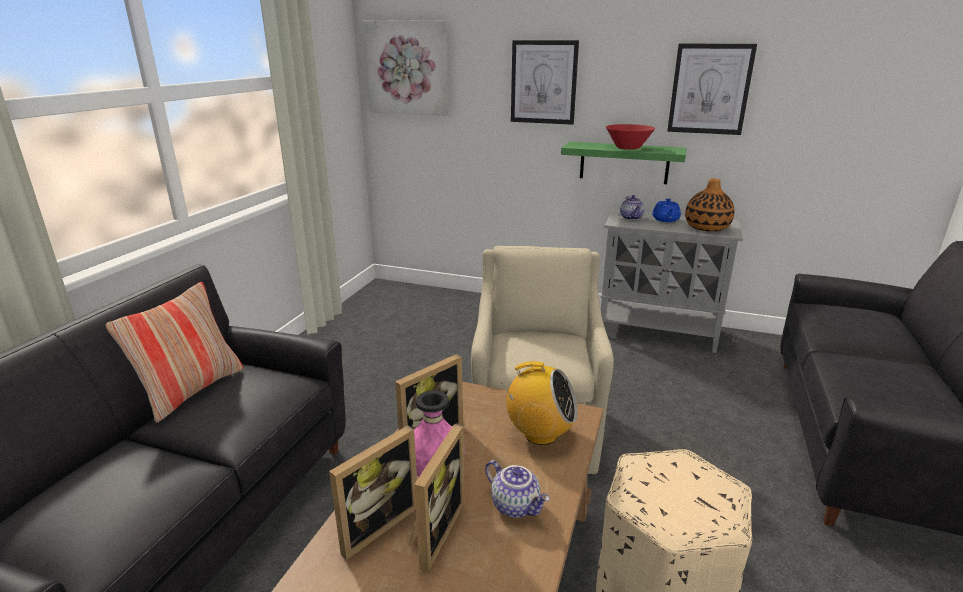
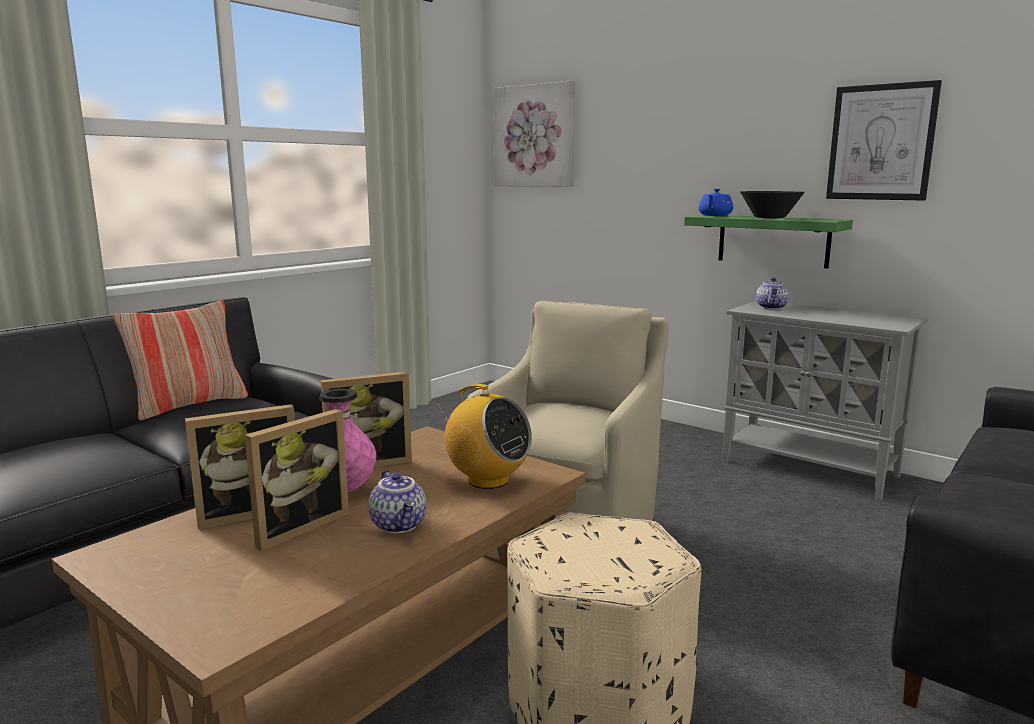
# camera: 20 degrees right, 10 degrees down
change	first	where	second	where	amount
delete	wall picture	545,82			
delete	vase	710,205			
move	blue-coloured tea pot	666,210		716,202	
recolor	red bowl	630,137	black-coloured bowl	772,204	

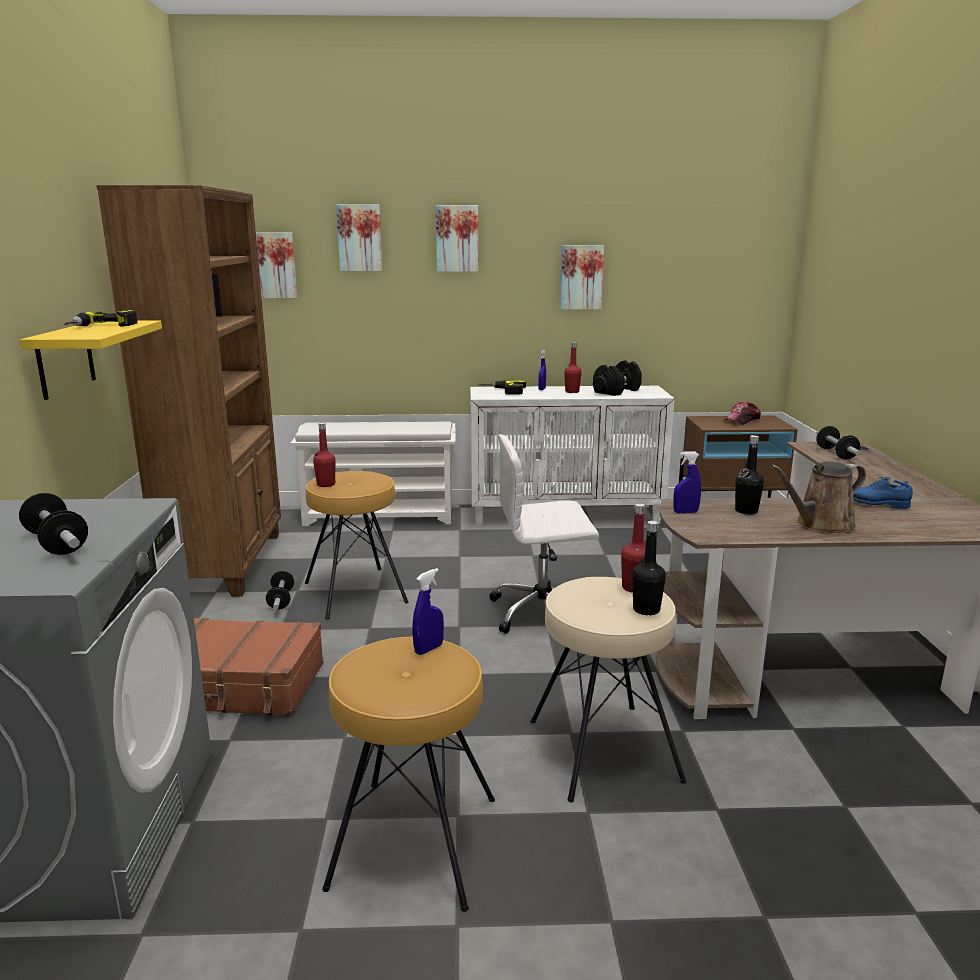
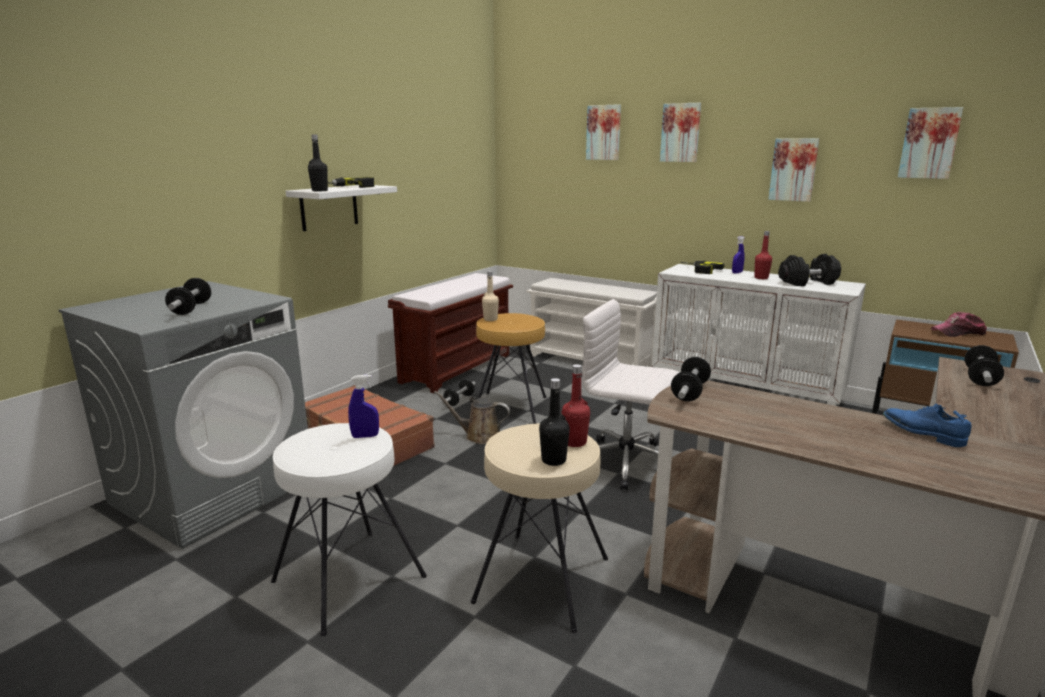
# camera: 35 degrees right, 0 degrees up
change	first	where	second	where	amount
move	wall picture	276,265		930,143	
move	black-coloured drink bottle	749,475		318,162	
move	brownish watering can	818,497		472,417	
replace	brownish bookshelf	188,391	brownish long seat	450,333	
replace	blue-coloured spray bottle	687,482	hand weight	691,379	
recolor	yellowish shelf	91,360	whitish shelf	341,208	
recolor	red drink bottle	324,455	sand-coloured drink bottle	490,296	
recolor	brownish stool seat	408,774	whitish stool seat	349,529	

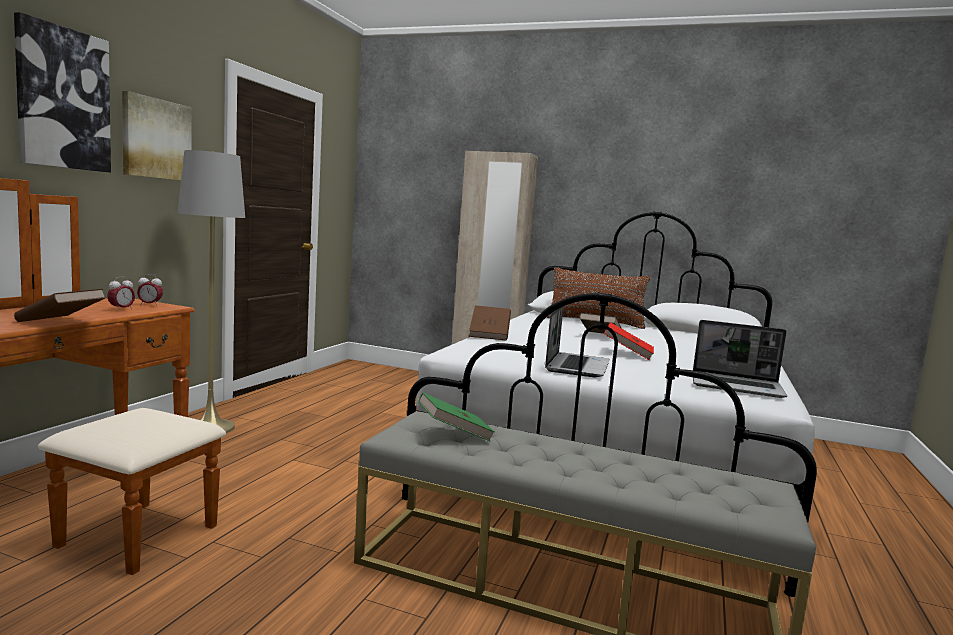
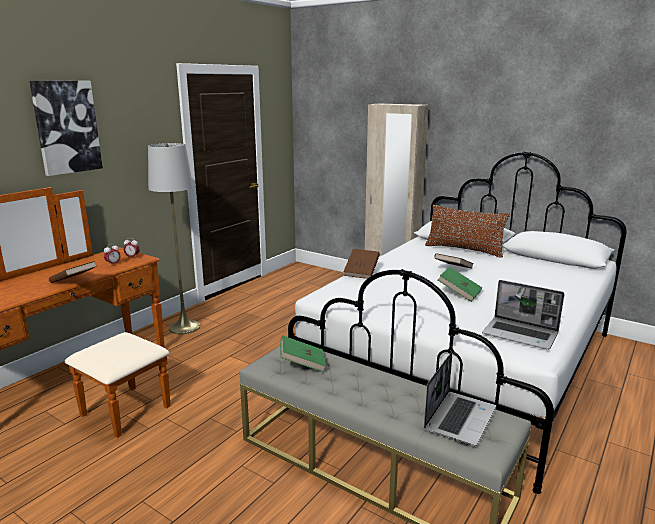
# camera: 15 degrees right, 10 degrees up
change	first	where	second	where	amount
delete	wall picture	157,136			
move	laptop	577,342		460,399	
recolor	red volume	629,341	green-coloured volume	460,284	

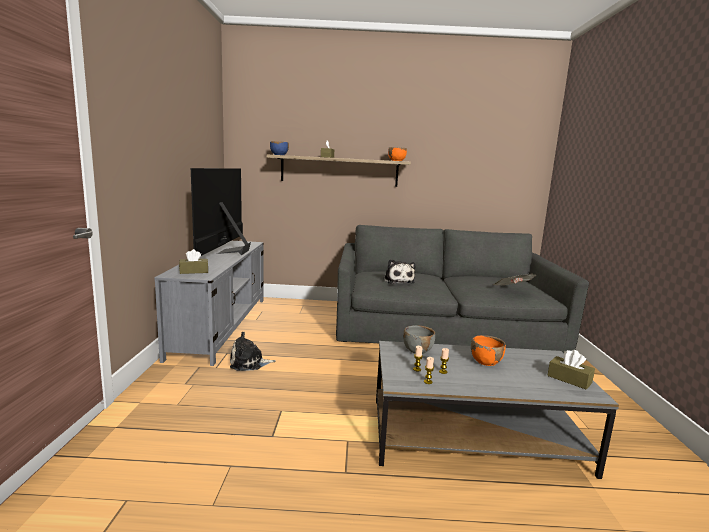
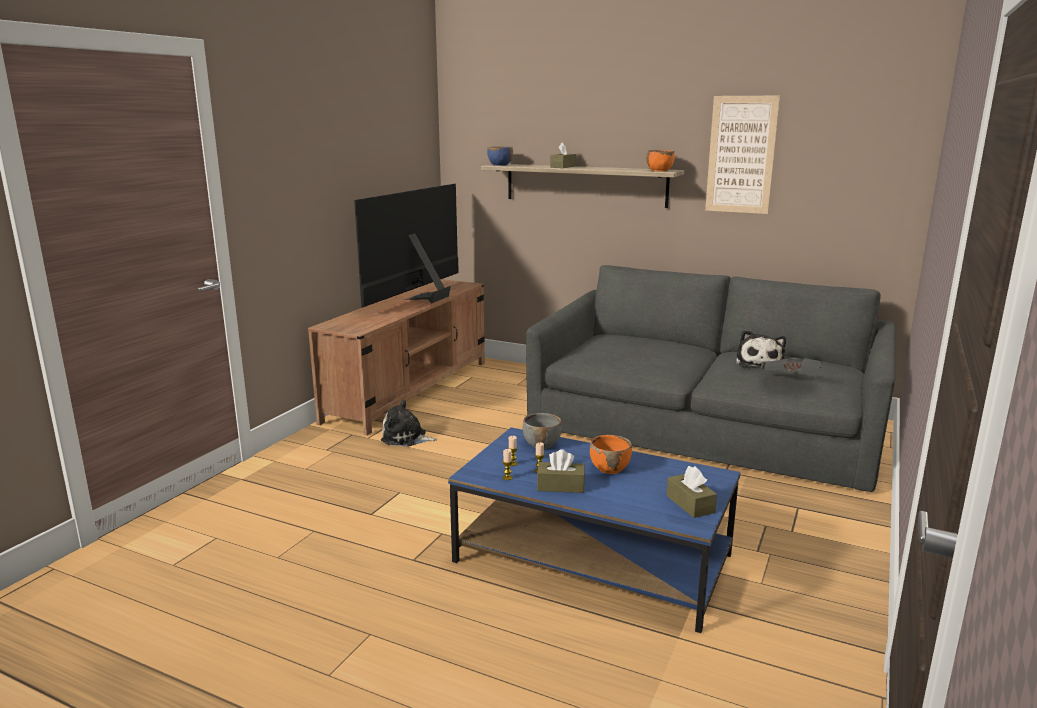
# camera: 25 degrees right, 5 degrees up
change	first	where	second	where	amount
insert			wall picture	742,155	
move	brownish tissue box	193,261		561,471	
move	plush toy	399,271		761,348	
recolor	greyish tv unit	209,303	brownish tv unit	396,357	
recolor	greyish lounge table	497,410	blue-coloured lounge table	594,530	

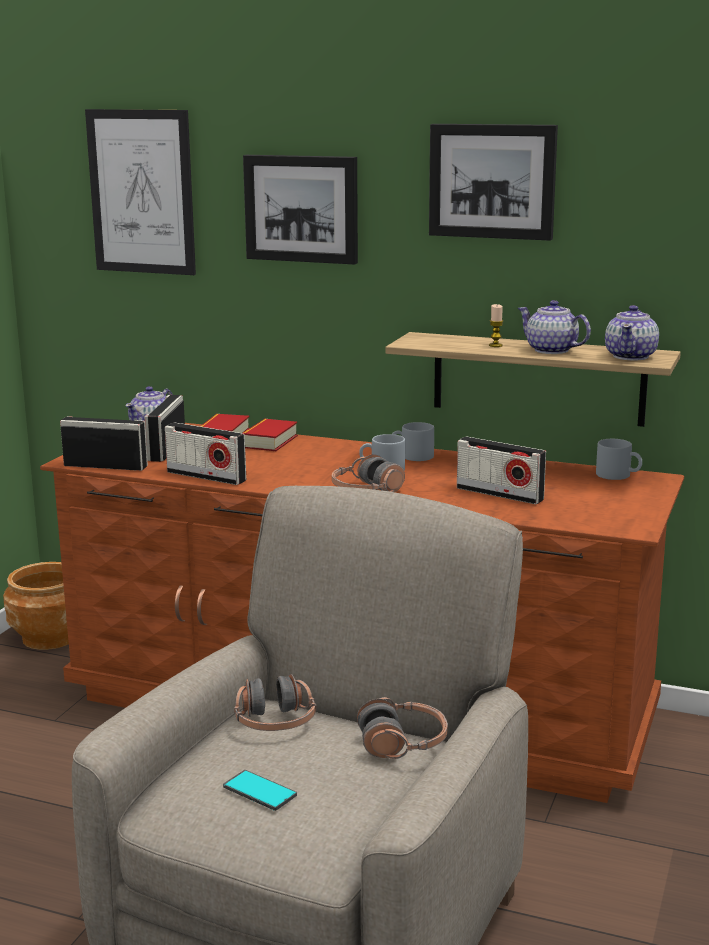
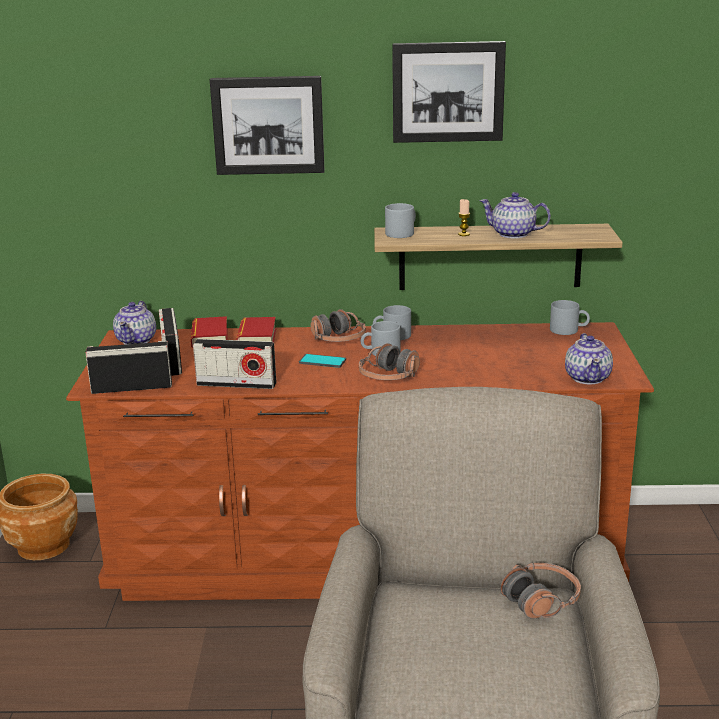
# camera: 20 degrees left, 5 degrees up
change	first	where	second	where	amount
delete	wall picture	140,192			
delete	radio set	501,470			
insert			greyish tea mug	400,220	
move	telephone	260,790		322,361	
move	headphones	275,702		338,325	
move	tea pot	632,332		589,359	

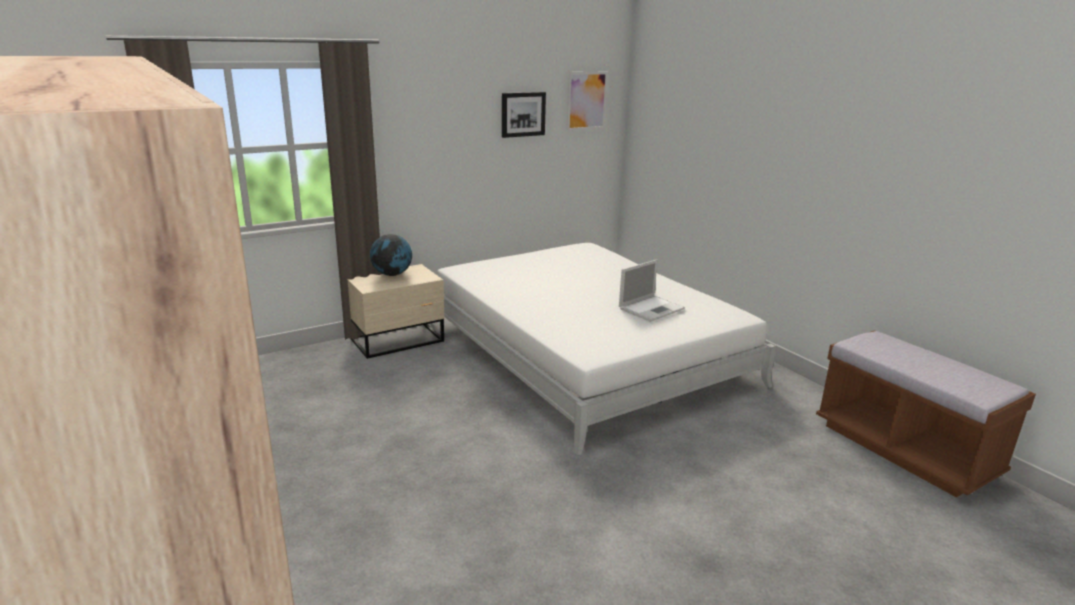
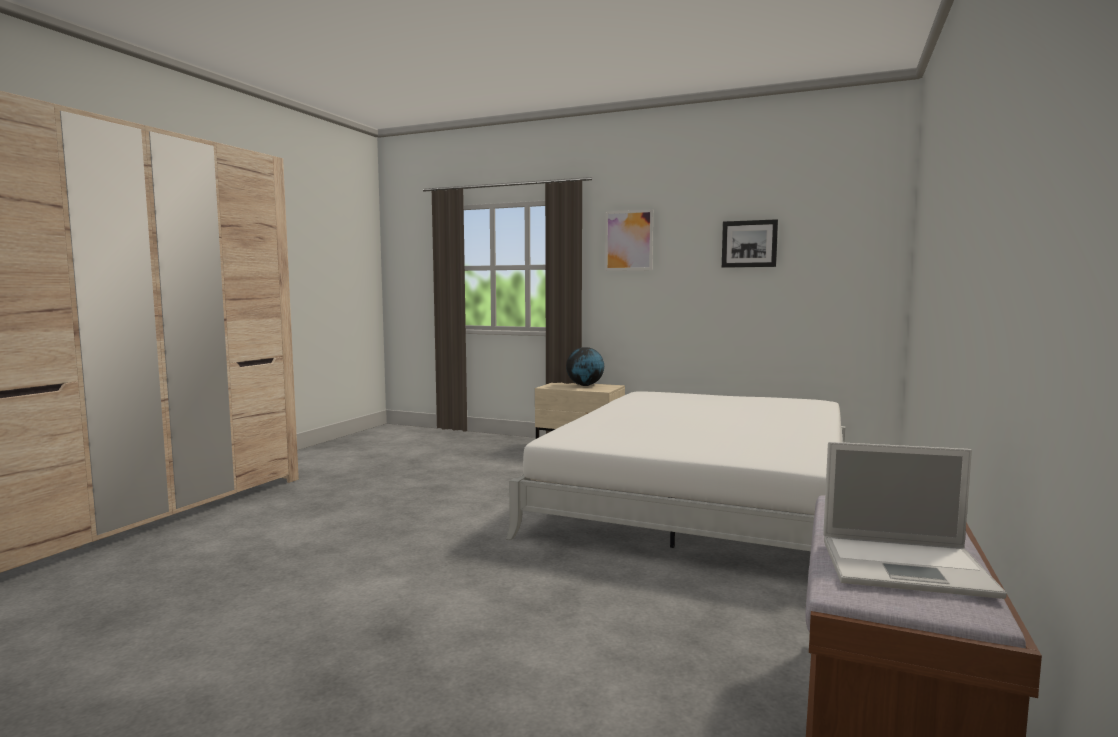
# camera: 55 degrees right, 15 degrees down
change	first	where	second	where	amount
move	wall picture	587,101		629,240	
move	laptop	652,290		915,520	

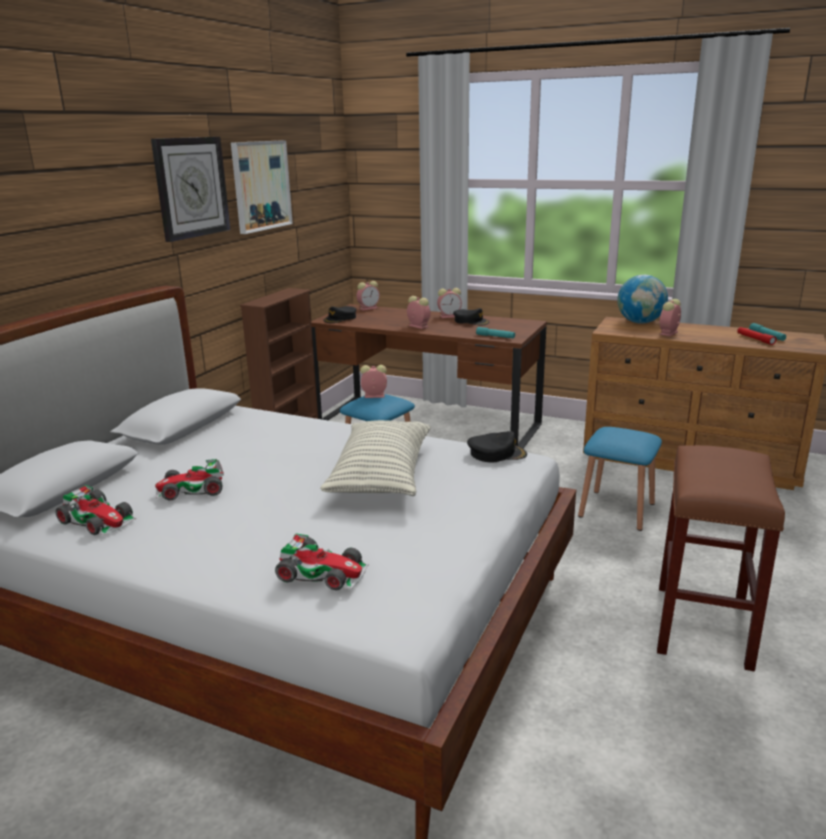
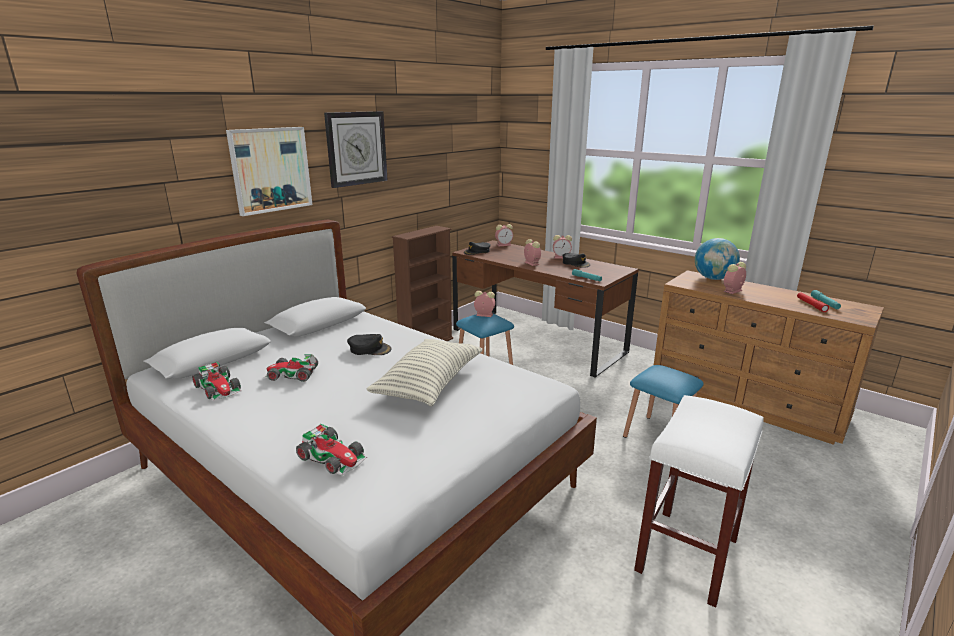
# camera: 15 degrees right, 0 degrees up
change	first	where	second	where	amount
move	wall picture	262,187		269,171	
move	black-coloured baseball cap	497,447		369,344	
recolor	brownish stool seat	721,558	whitish stool seat	699,501	

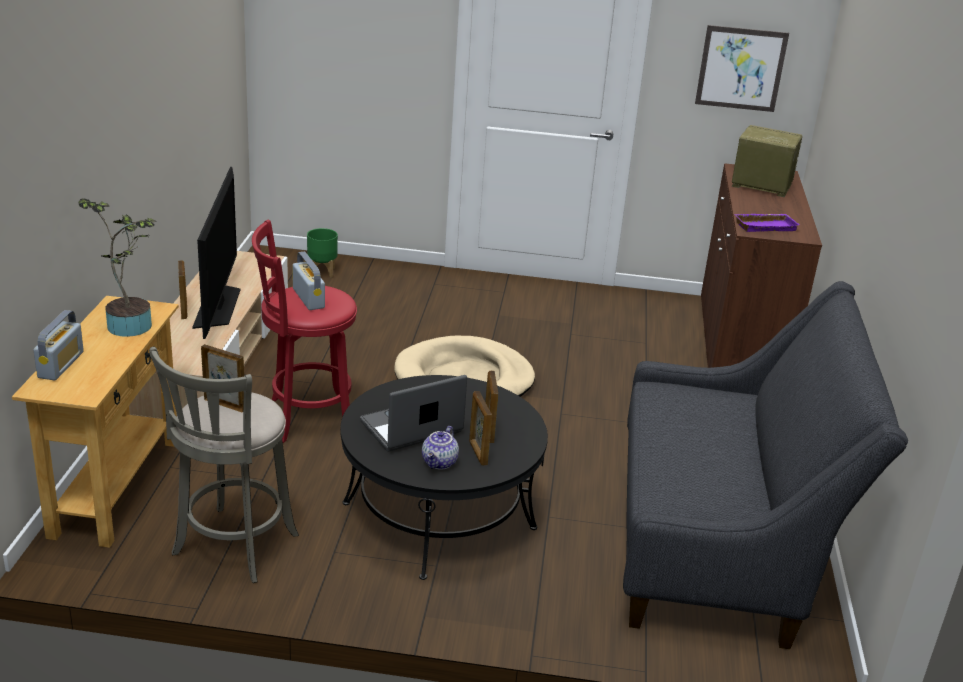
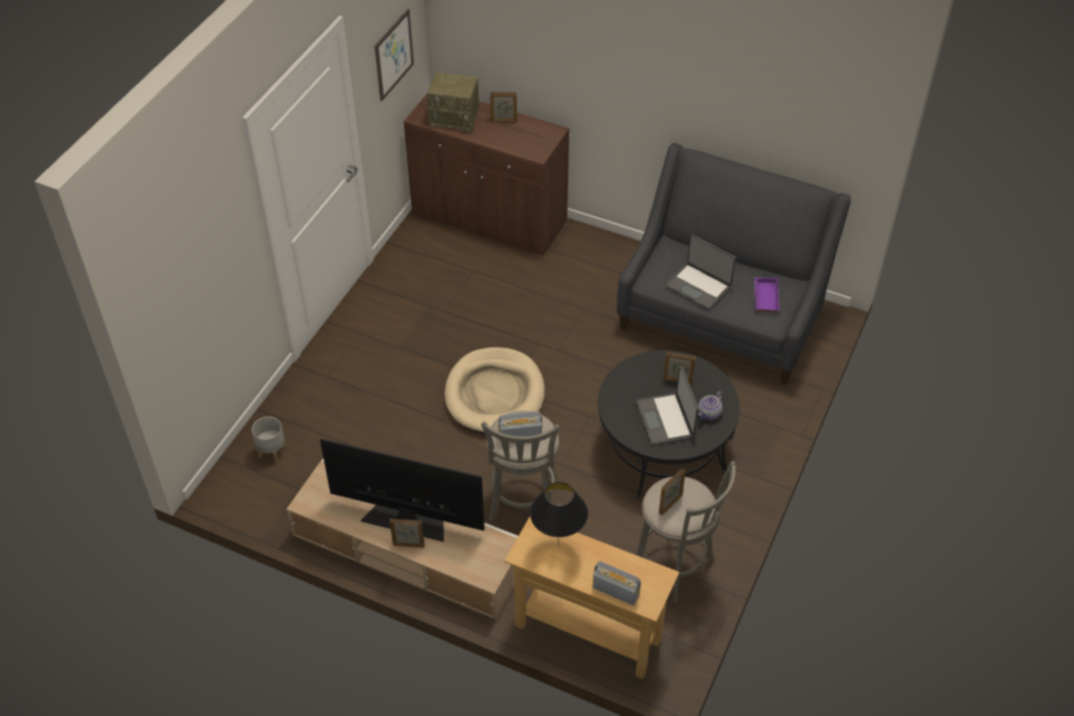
# camera: 70 degrees left, 20 degrees up
change	first	where	second	where	amount
insert			laptop	700,272	
move	photo frame	480,428		503,107	
move	purplish tray	767,223		767,295	
replace	plant in a pot	118,267	black-coloured lamp for a table	559,514	
recolor	red stool seat	304,331	greyish stool seat	520,466	
recolor	green-coloured plant pot	322,252	greyish plant pot	269,440	
rotate	tea pot	440,448		710,405	90 degrees clockwise
rotate	radio set	767,161		453,102	120 degrees counterclockwise

